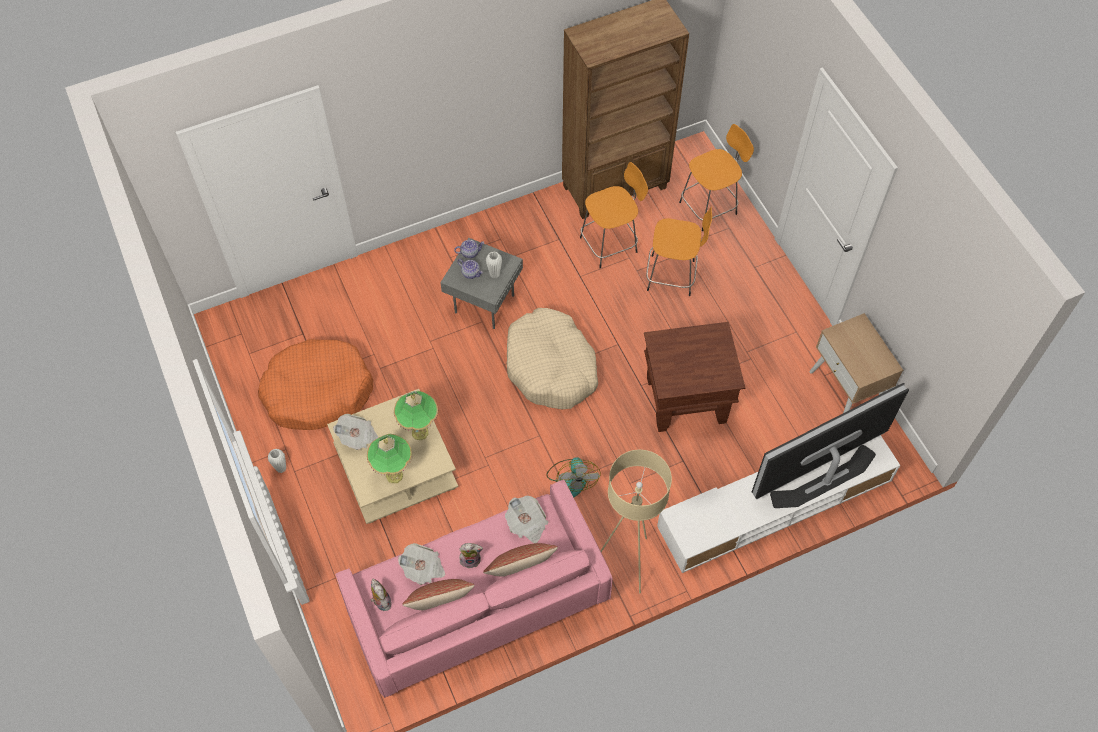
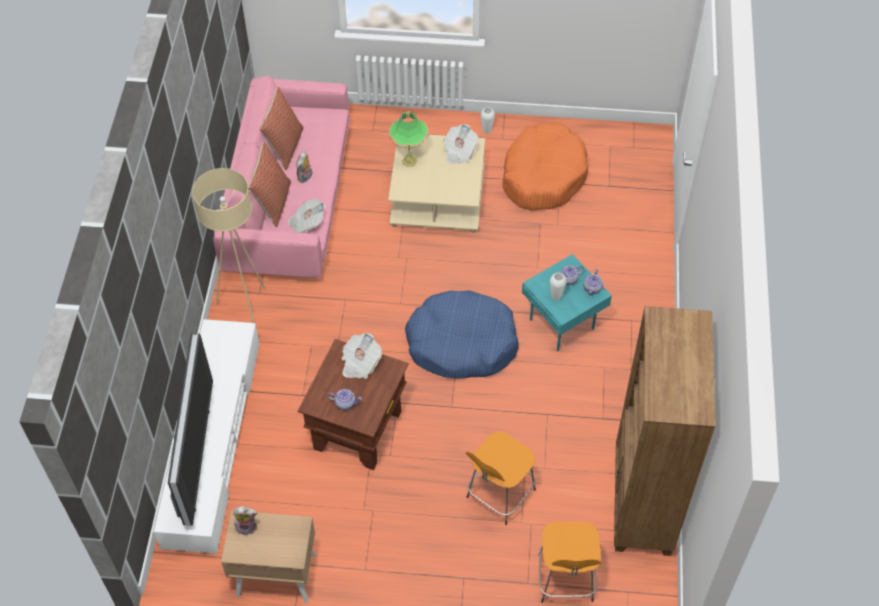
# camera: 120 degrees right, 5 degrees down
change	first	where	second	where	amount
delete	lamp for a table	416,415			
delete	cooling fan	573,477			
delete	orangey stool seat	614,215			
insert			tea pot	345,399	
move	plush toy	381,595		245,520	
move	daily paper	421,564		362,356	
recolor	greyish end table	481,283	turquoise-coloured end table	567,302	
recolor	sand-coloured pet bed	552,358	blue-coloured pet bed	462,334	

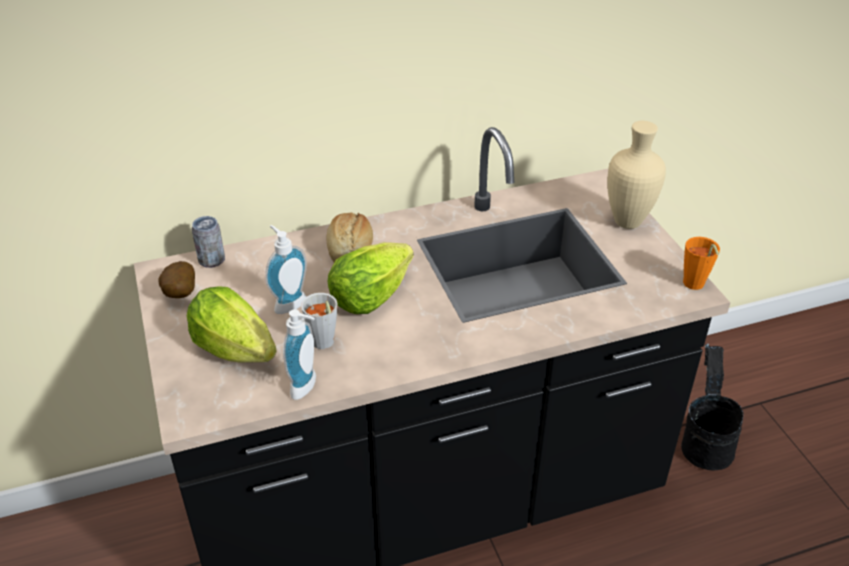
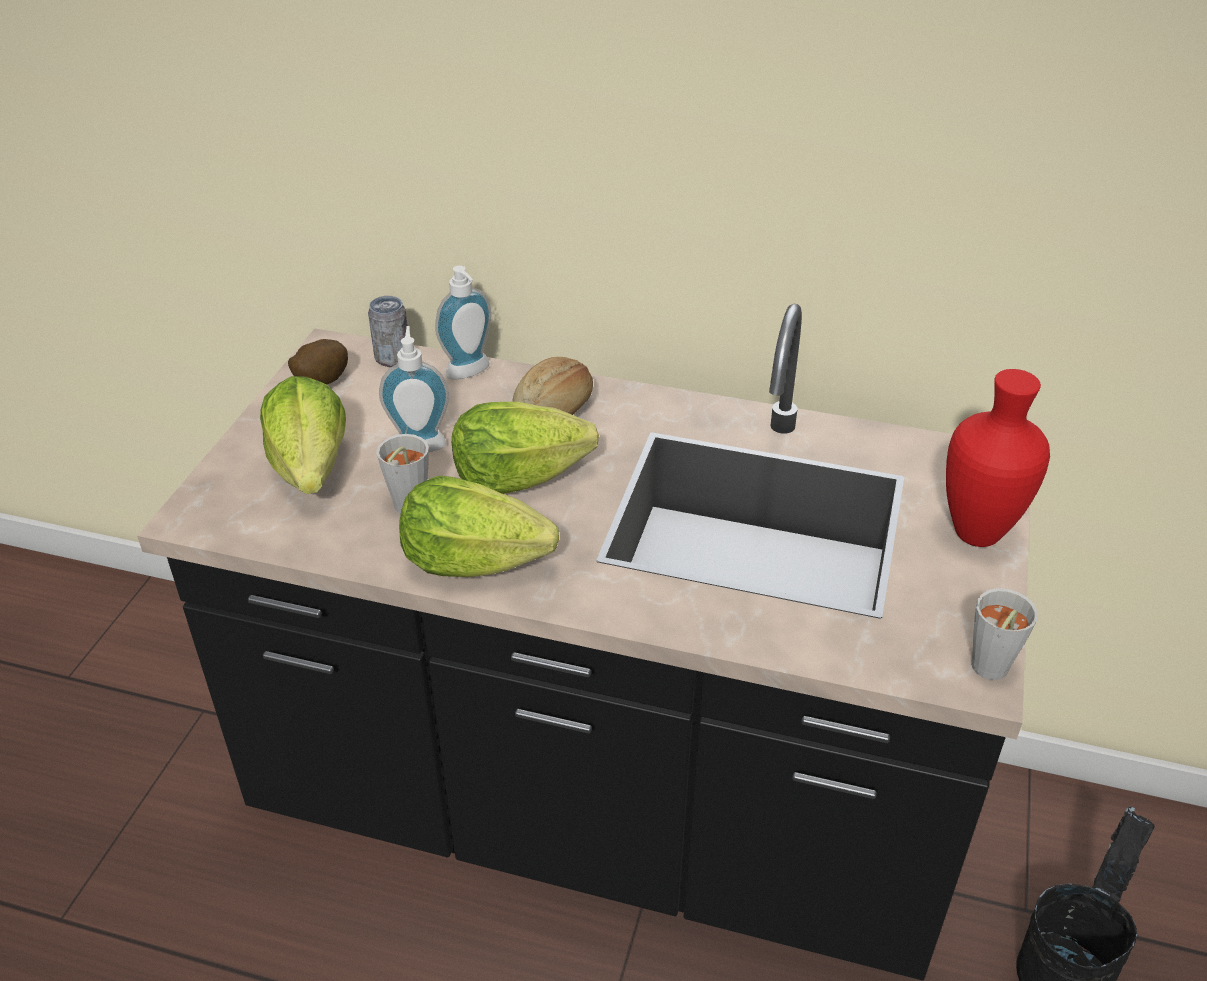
# camera: 35 degrees right, 0 degrees up
change	first	where	second	where	amount
insert			lettuce head	479,526	
move	soap bottle	299,354		463,323	
recolor	sand-coloured vase	636,175	red vase	998,458	
recolor	orangey cup	701,263	greyish cup	1004,634	

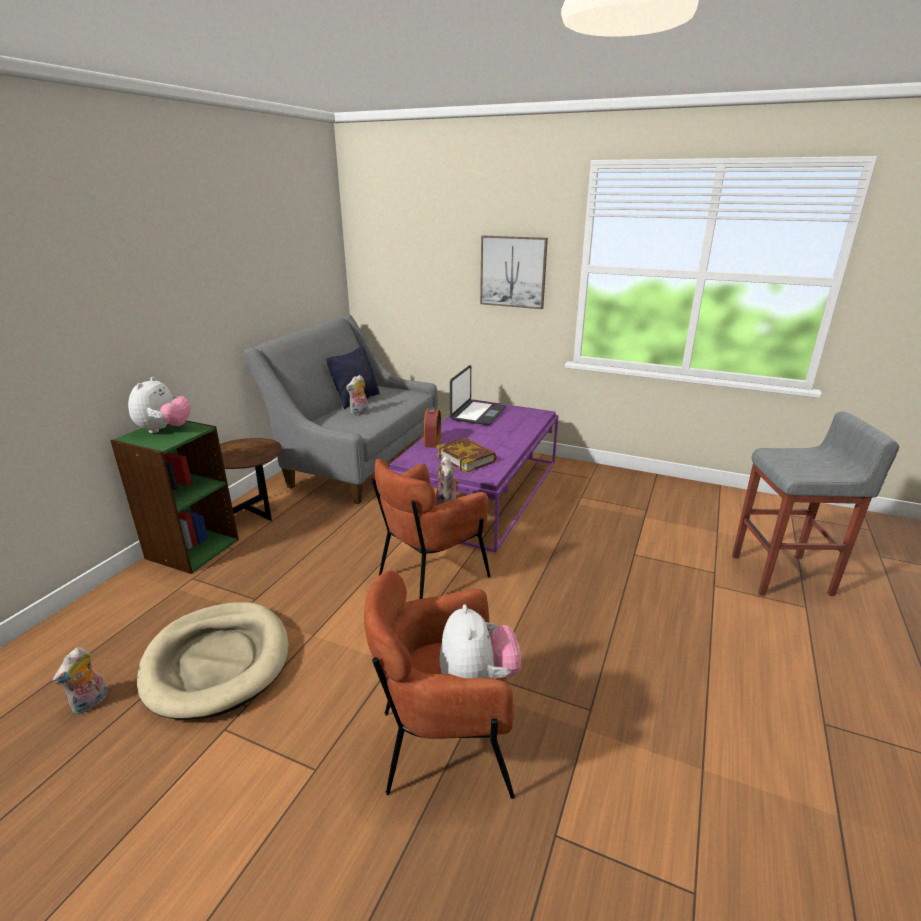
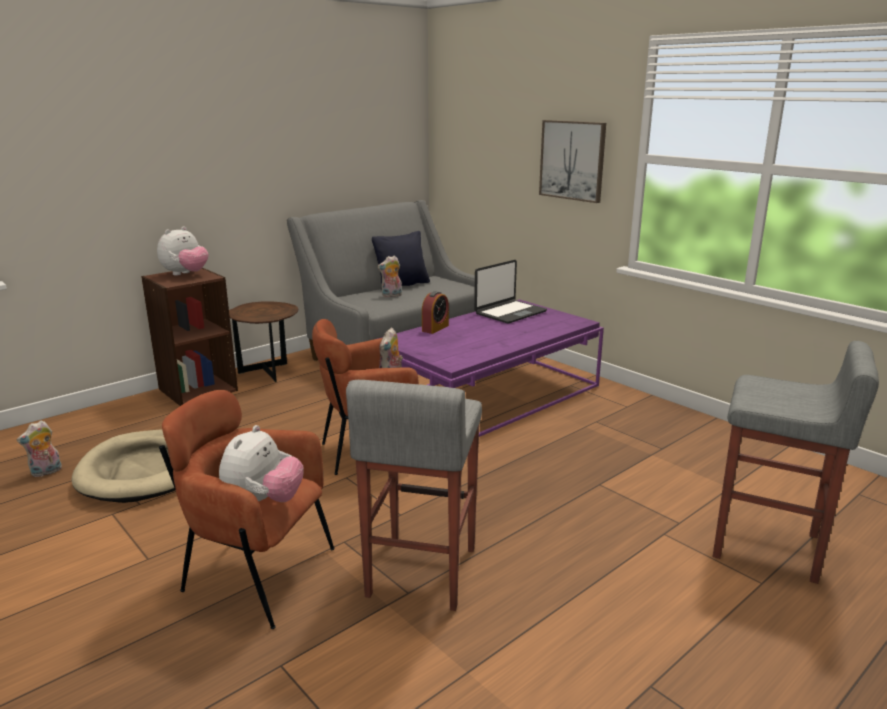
# camera: 25 degrees right, 5 degrees down
change	first	where	second	where	amount
delete	volume	466,455			
insert			greyish stool seat	414,495	
recolor	green-coloured bookshelf	174,497	brownish bookshelf	189,337	

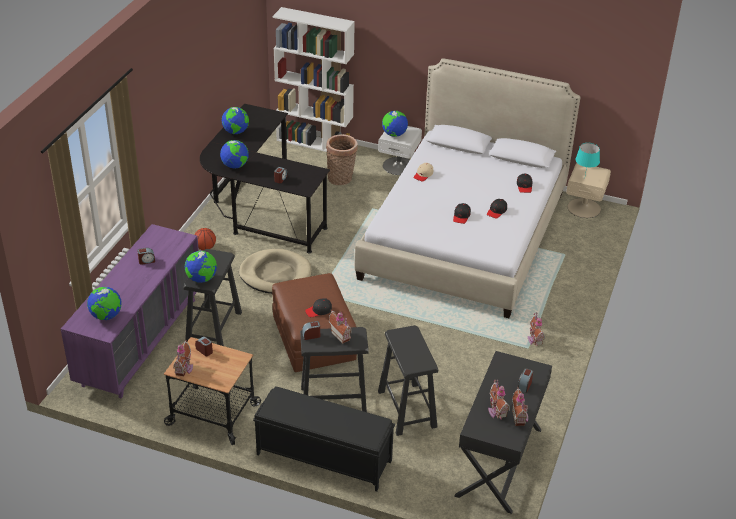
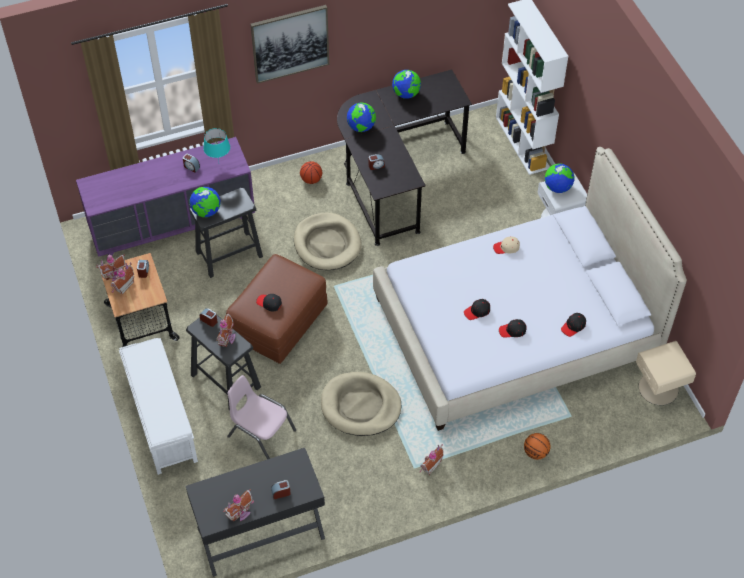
# camera: 50 degrees right, 15 degrees up
change	first	where	second	where	amount
delete	globe	104,303			
delete	household basket	342,159			
insert			wall picture	290,44	
insert			sand-coloured pet bed	361,404	
insert			basketball ball	537,446	
move	model house	499,399		122,279	
move	turquoise-coloured lamp for a table	587,159		216,144	
replace	black-coloured stool seat	408,380	pinkish chair	261,417	
recolor	black-coloured long seat	324,439	whitish long seat	158,406	

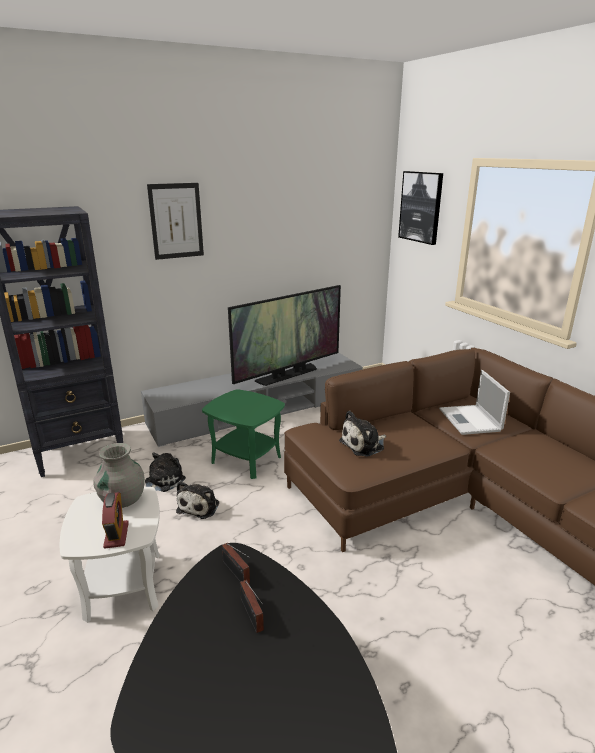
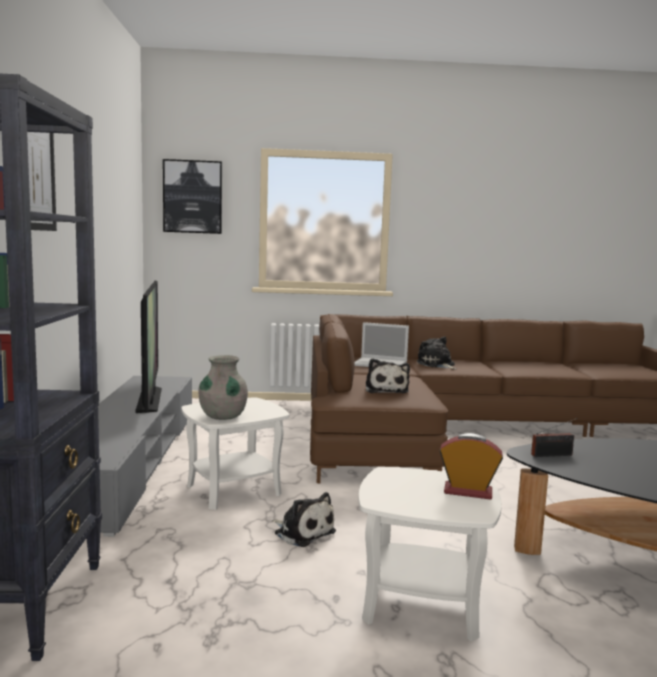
# camera: 65 degrees left, 15 degrees down
change	first	where	second	where	amount
delete	radio set	252,606			
move	greyish vase	119,475		223,387	
move	plush toy	165,472		437,352	
recolor	green-coloured end table	243,434	whitish end table	235,453	

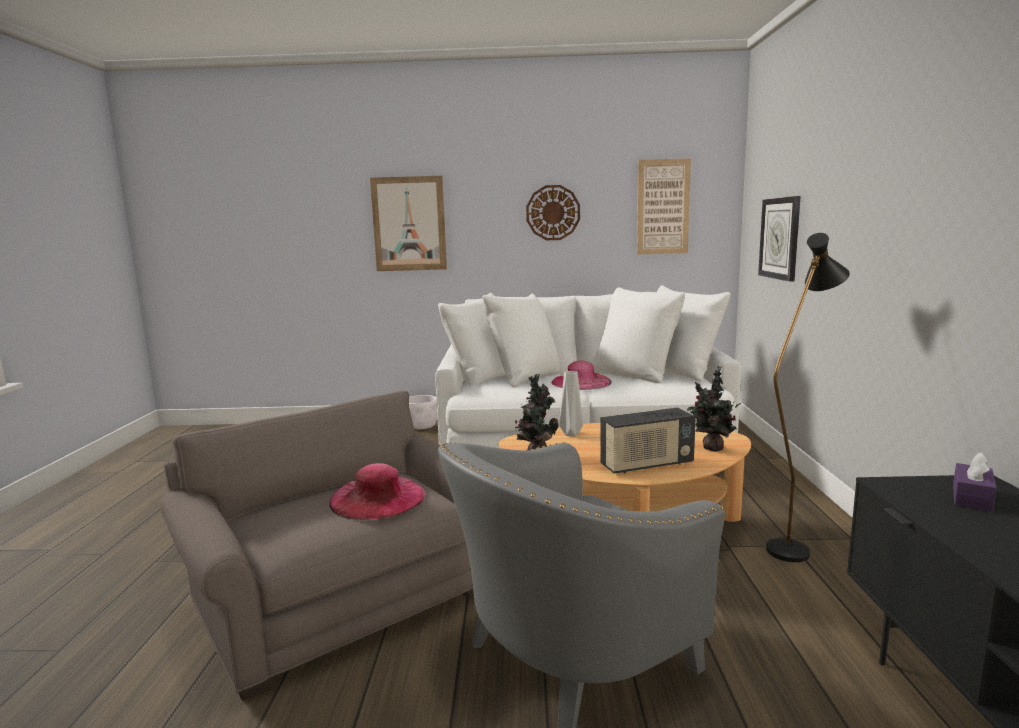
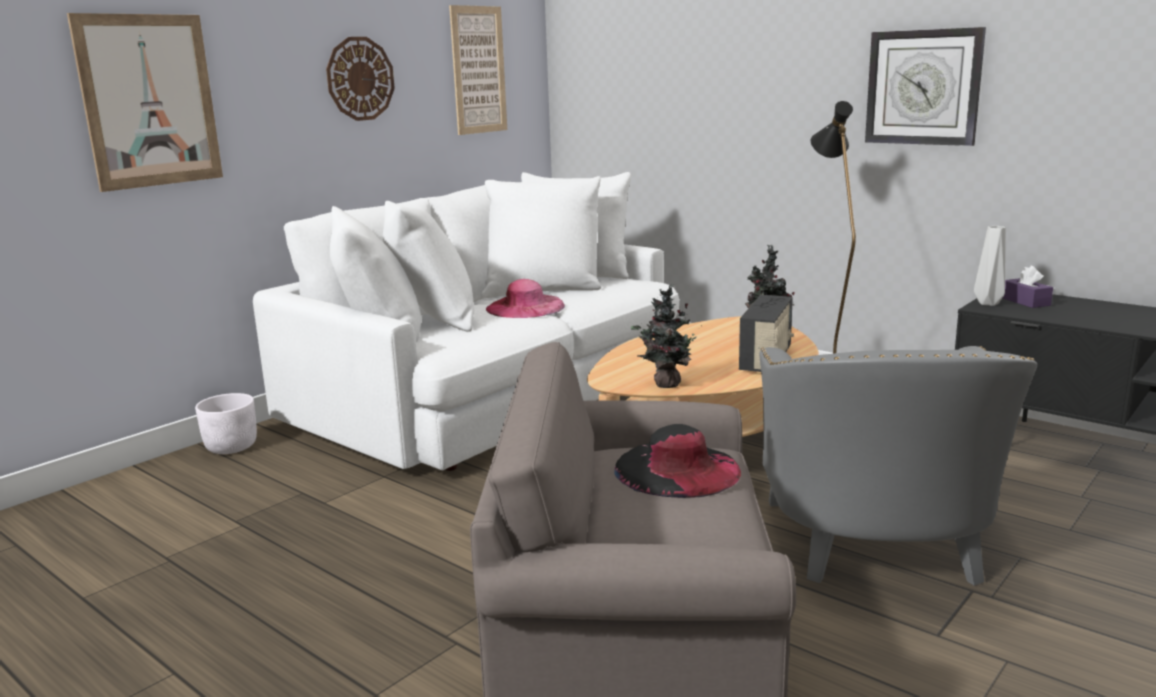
# camera: 50 degrees left, 5 degrees up
change	first	where	second	where	amount
move	greyish vase	571,403		990,266	
move	wall clock	779,239		925,86	
recolor	pinkish hat	377,491	black-coloured hat	677,461	

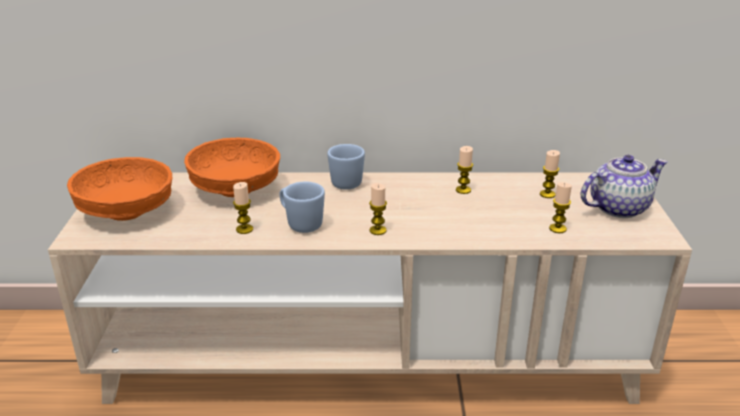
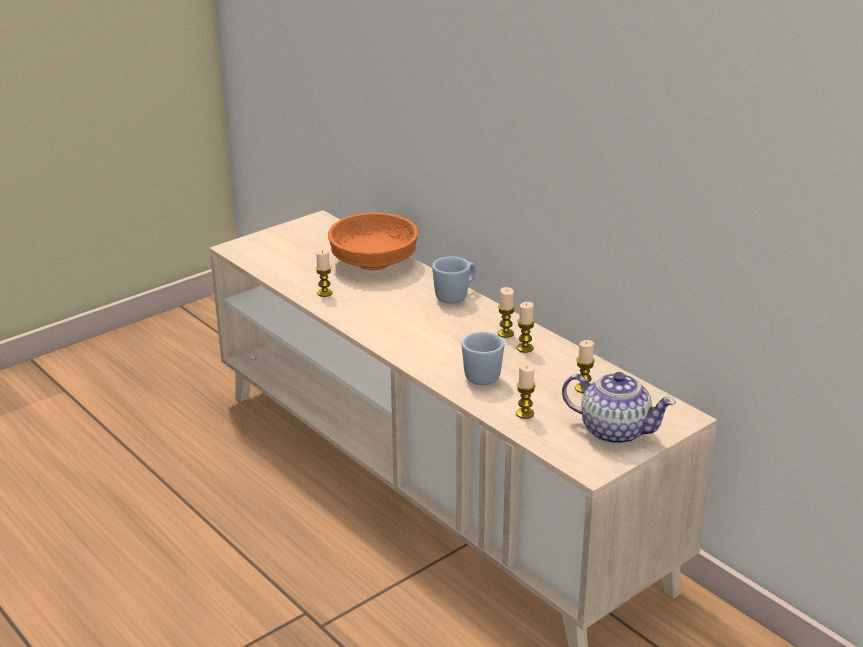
# camera: 50 degrees right, 0 degrees up
change	first	where	second	where	amount
delete	orangey bowl	119,189			
move	blue-coloured tea mug	302,207		483,358	
move	wax candle	378,209		506,312	

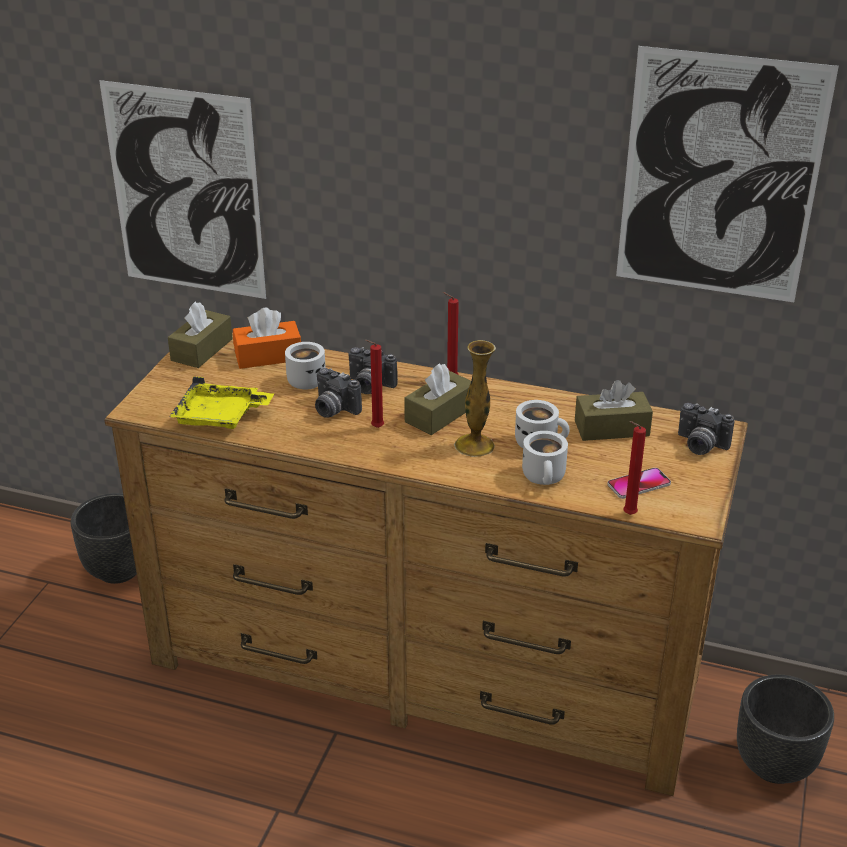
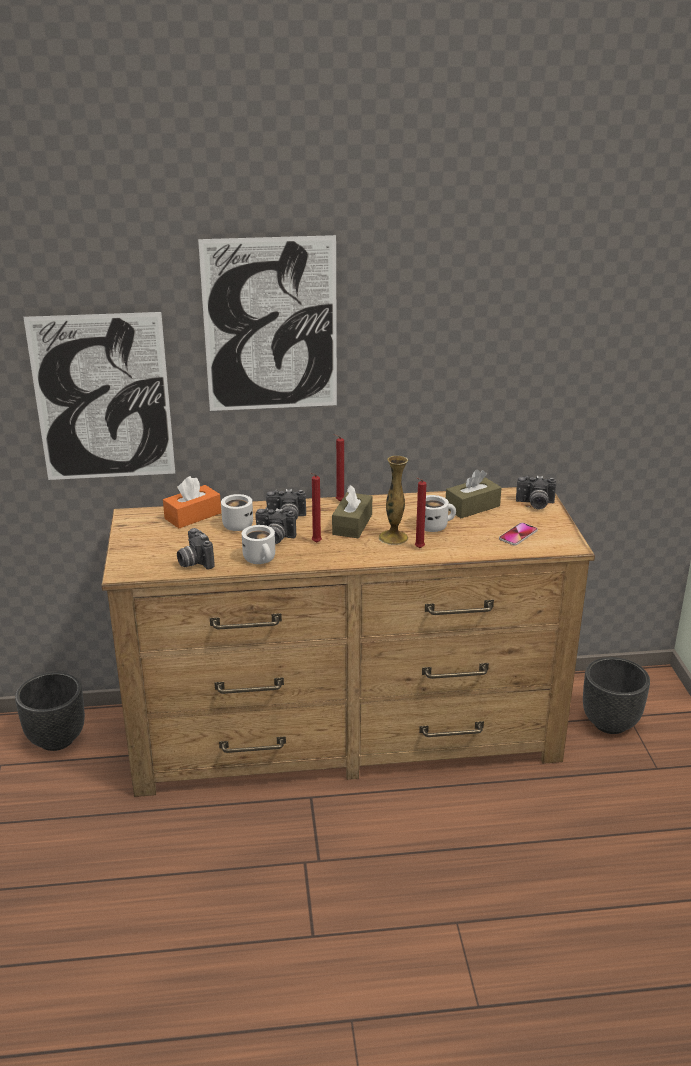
# camera: 25 degrees left, 5 degrees down
change	first	where	second	where	amount
delete	brownish tissue box	200,335			
move	whitish tea mug	545,458		258,544	
move	wall picture	727,174		267,323	
move	red wax candle	634,468		421,513	
replace	yellowish tray	221,402	photo camera	196,549	

